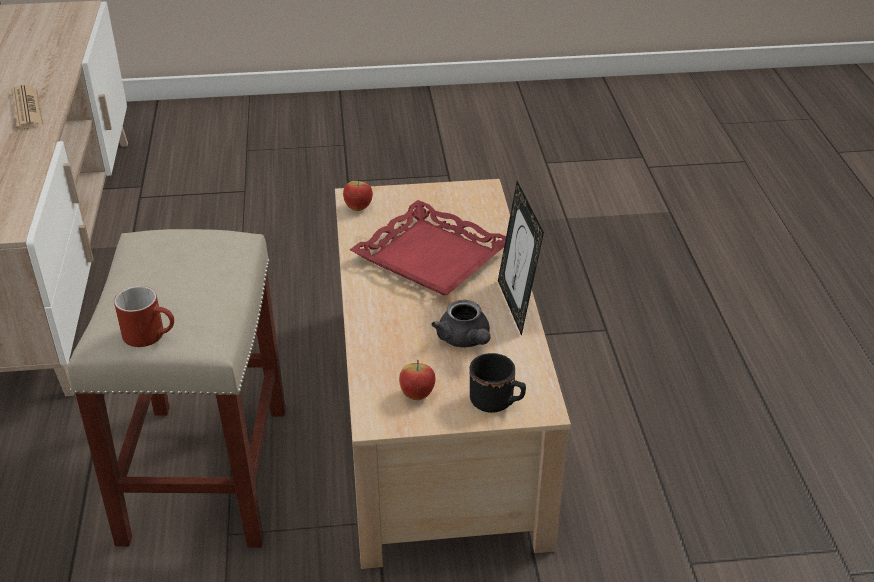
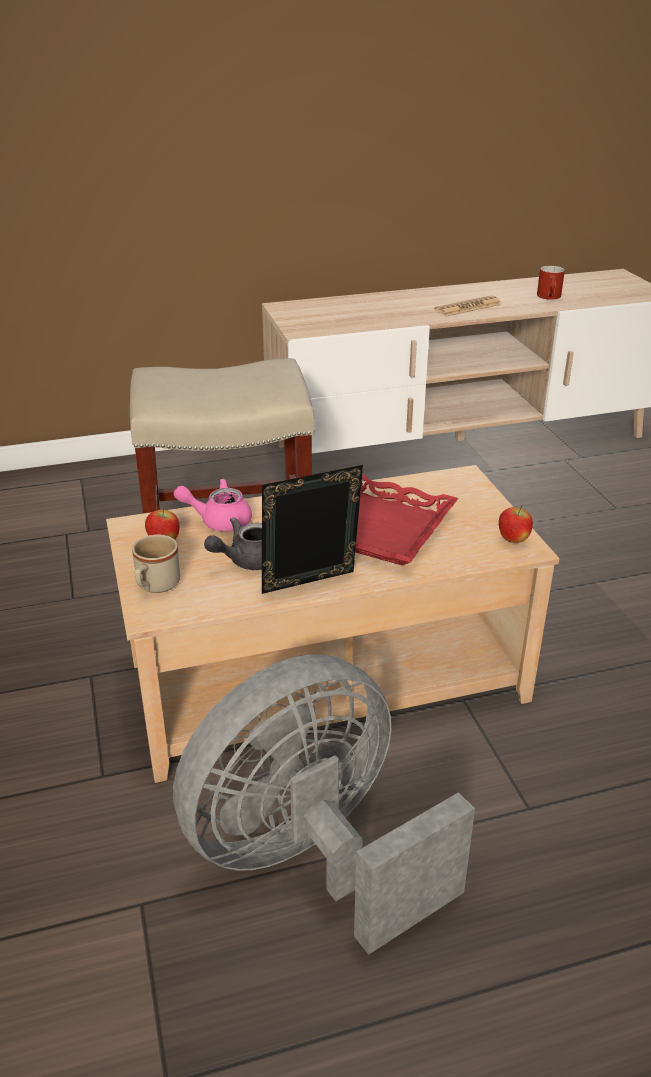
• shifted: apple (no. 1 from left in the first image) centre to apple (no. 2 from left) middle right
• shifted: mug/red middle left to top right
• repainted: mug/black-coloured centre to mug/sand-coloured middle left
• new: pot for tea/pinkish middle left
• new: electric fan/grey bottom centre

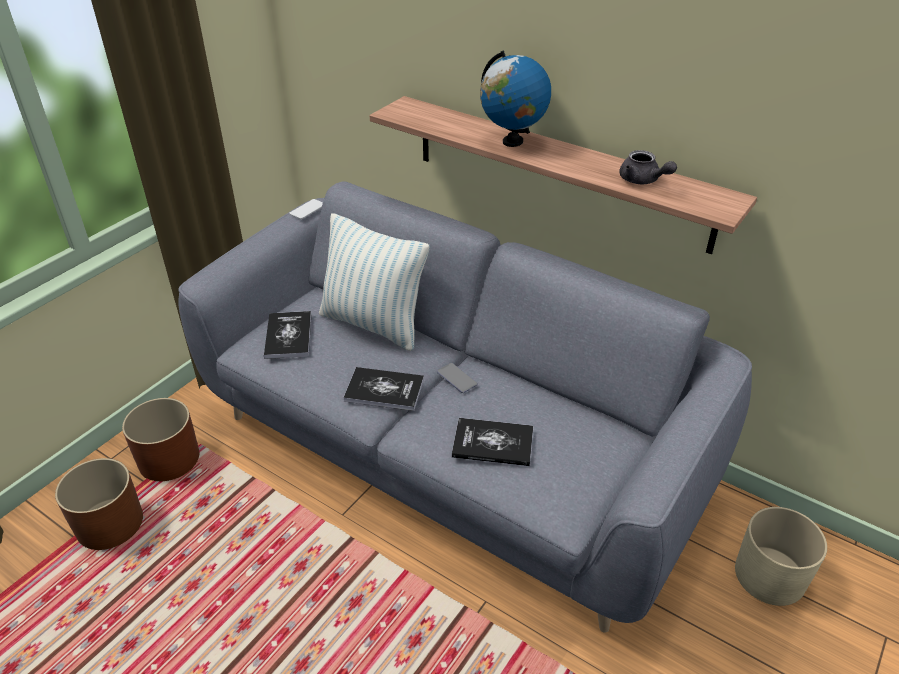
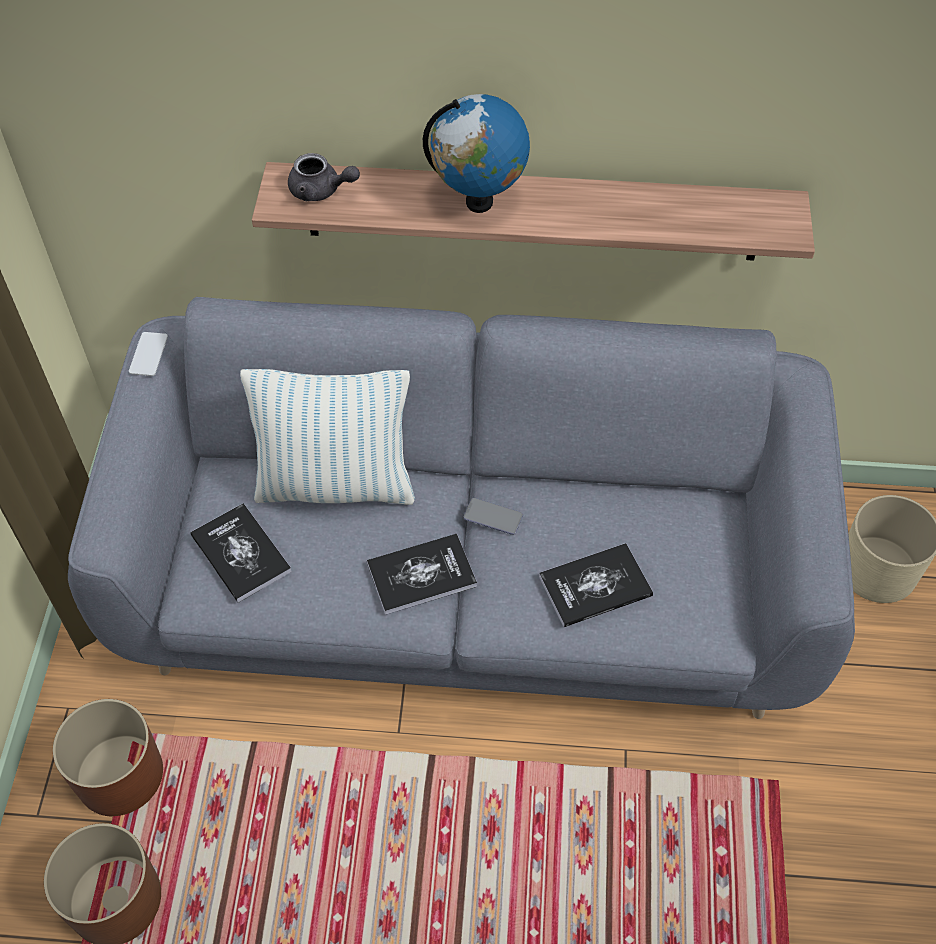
• shifted: pot for tea/grey top right to top centre

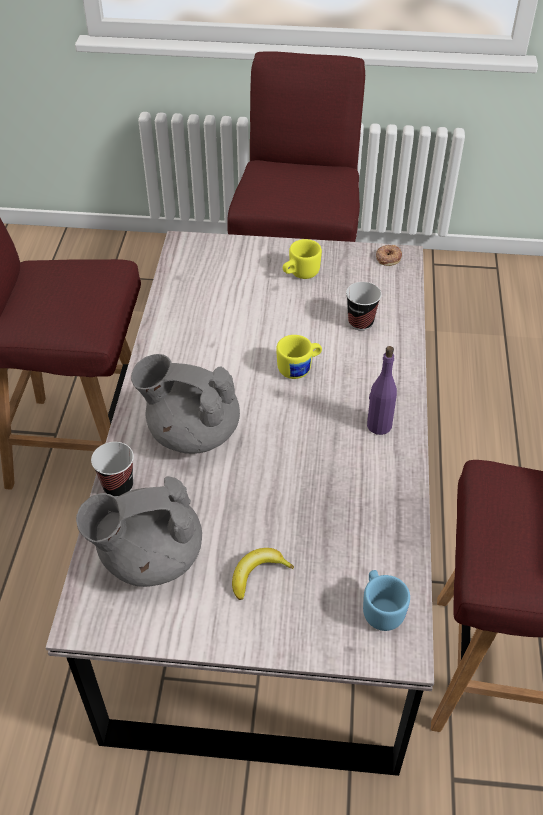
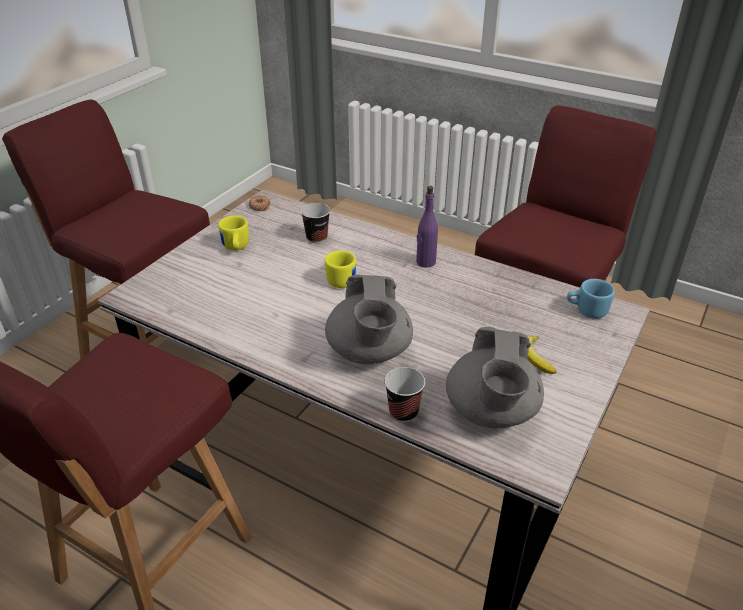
• rotated: pot for tea/grey (no. 2 from left in the first image) centre = centre 45 degrees counterclockwise

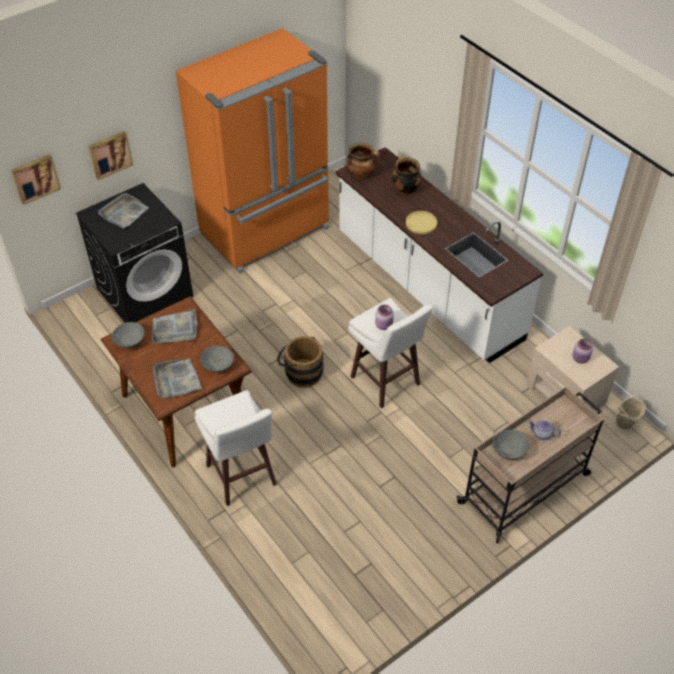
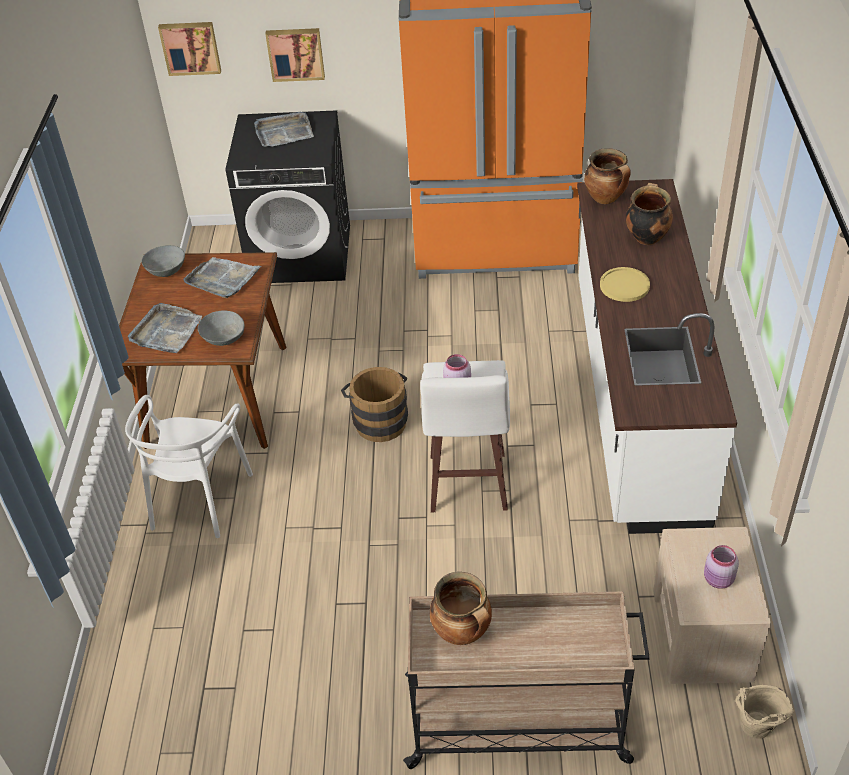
• swapped: sitting stool/white (no. 1 from left) centre to plain chair/white middle left
• gone: pot for tea middle right
• swapped: serving bowl/grey (no. 3 from left) middle right to cooking pot (no. 1 from left) bottom centre

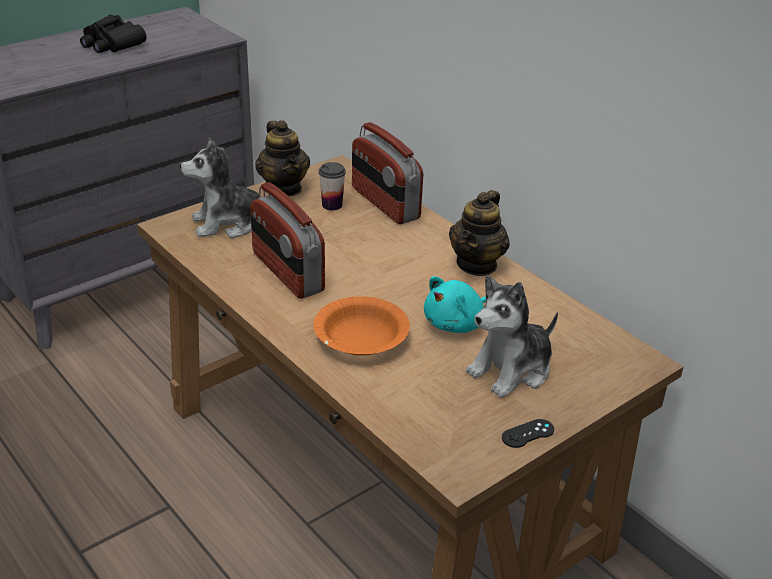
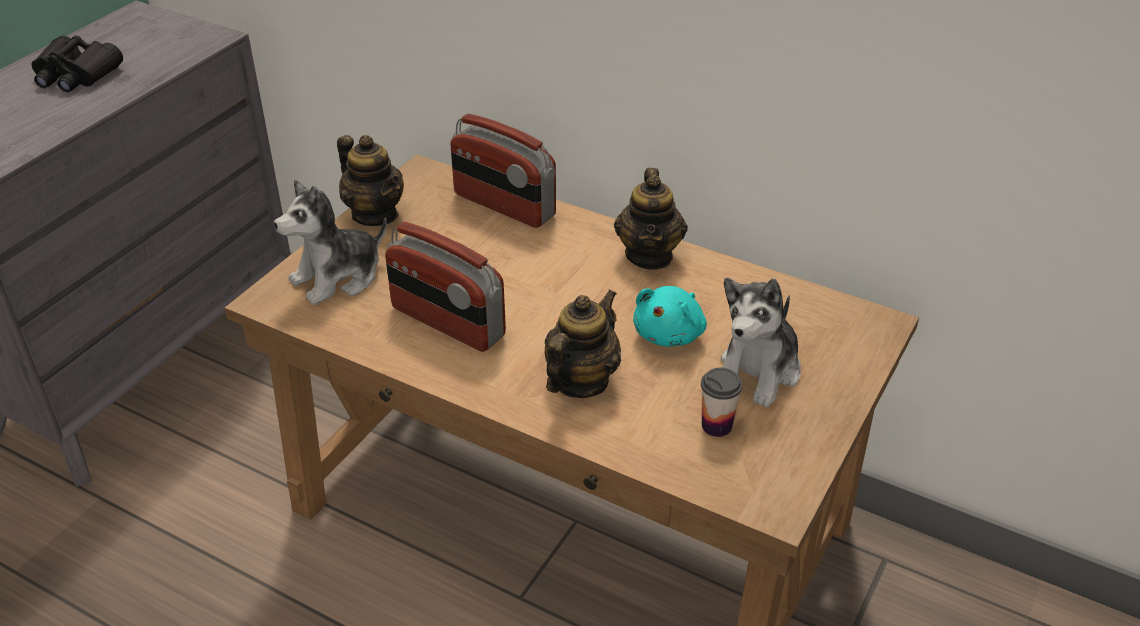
• shifted: drinking cup top centre to centre
• swapped: serving bowl/orangey centre to pot for tea (no. 2 from left) centre
• gone: joypad/black-coloured bottom right

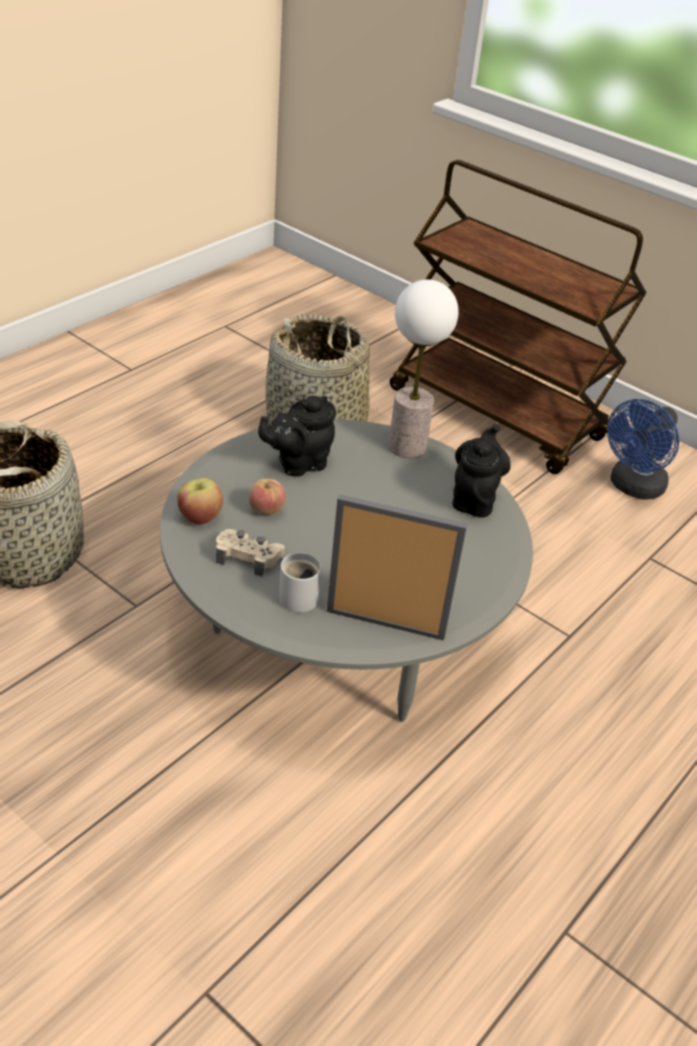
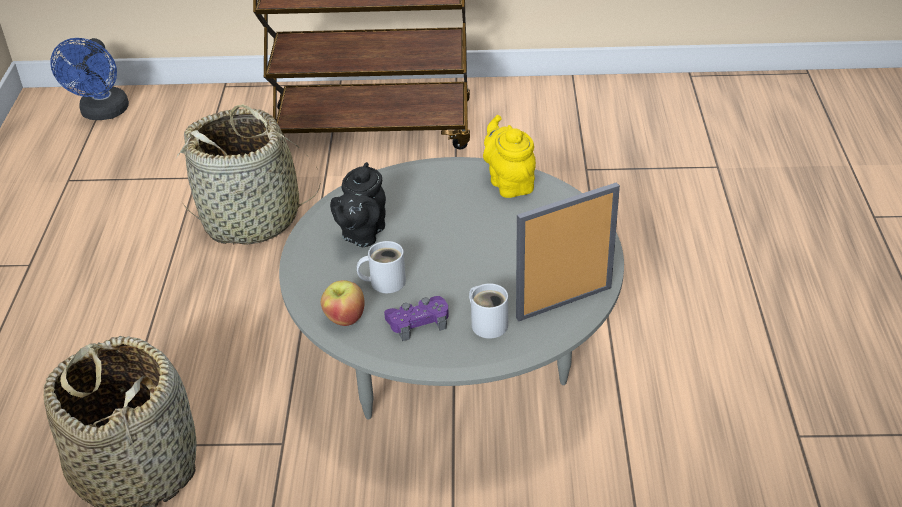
• gone: lamp for a table centre
• shifted: electric fan/blue-coloured middle right to top left
• repainted: pot for tea/black-coloured (no. 2 from left) middle right to pot for tea/yellowish top centre
• swapped: apple (no. 2 from left) centre to mug/white (no. 1 from left) centre
• repainted: joypad/sand-coloured centre to joypad/purple-coloured centre

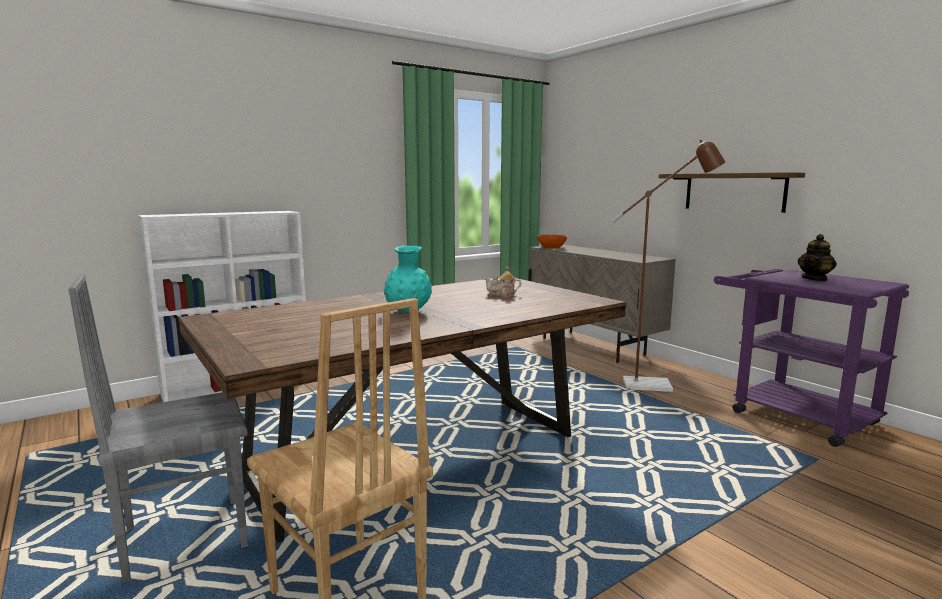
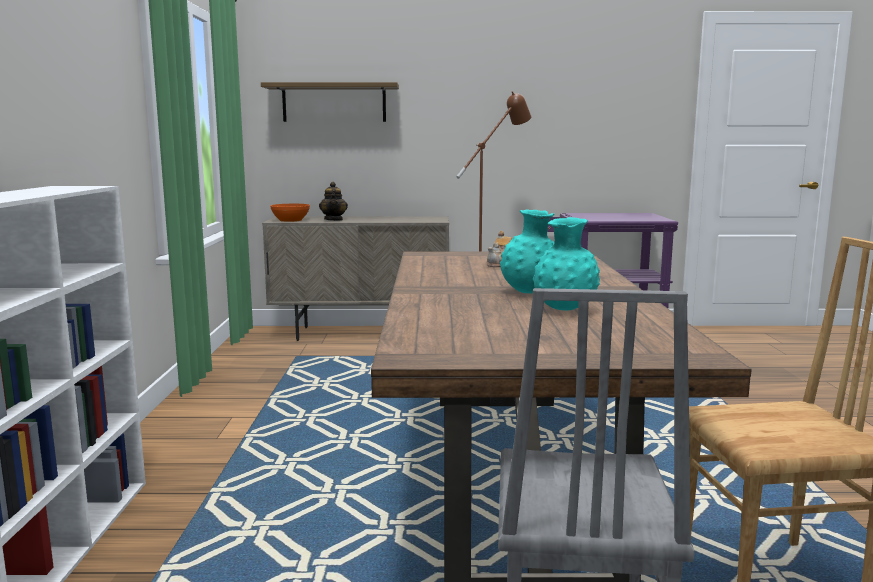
• shifted: shelf top right to top centre
• shifted: pot for tea (no. 2 from left in the first image) middle right to pot for tea (no. 1 from left) centre
• new: decorative vase/turquoise (no. 2 from left) centre

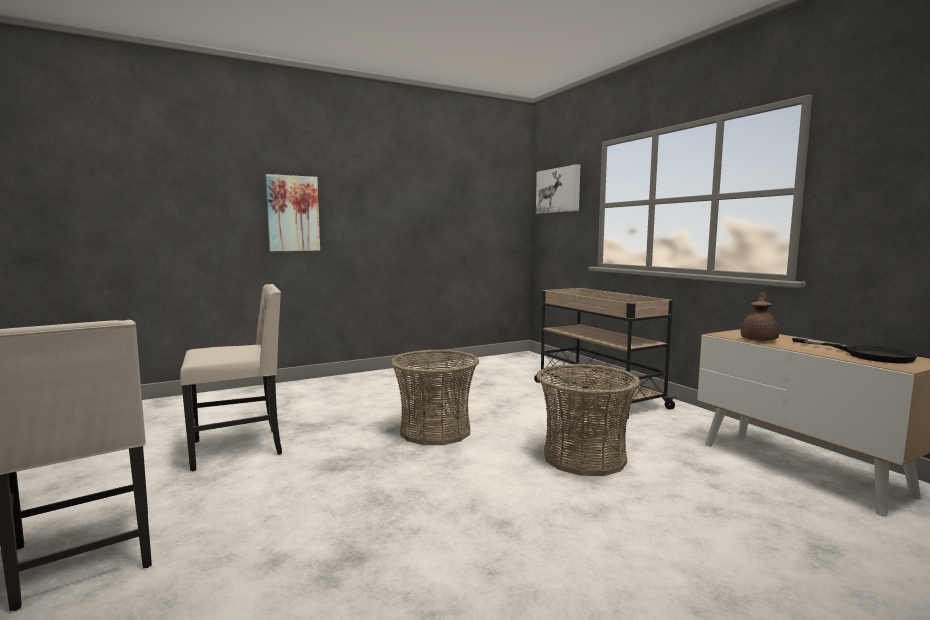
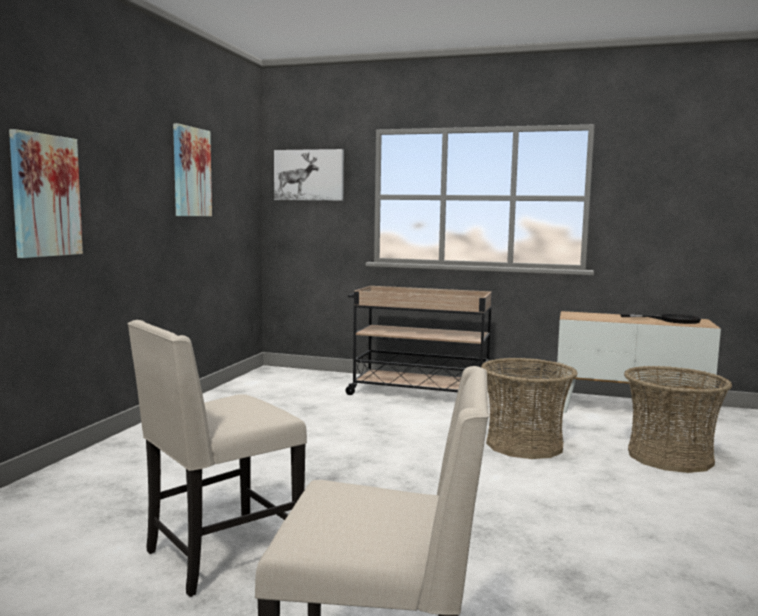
• rotated: plain chair/sand-coloured (no. 2 from left in the first image) middle left = bottom left 150 degrees counterclockwise
• gone: pot for tea/brownish middle right
• shifted: storage basket (no. 1 from left in the first image) centre to storage basket (no. 2 from left) bottom right
• new: wall picture (no. 2 from left) top left

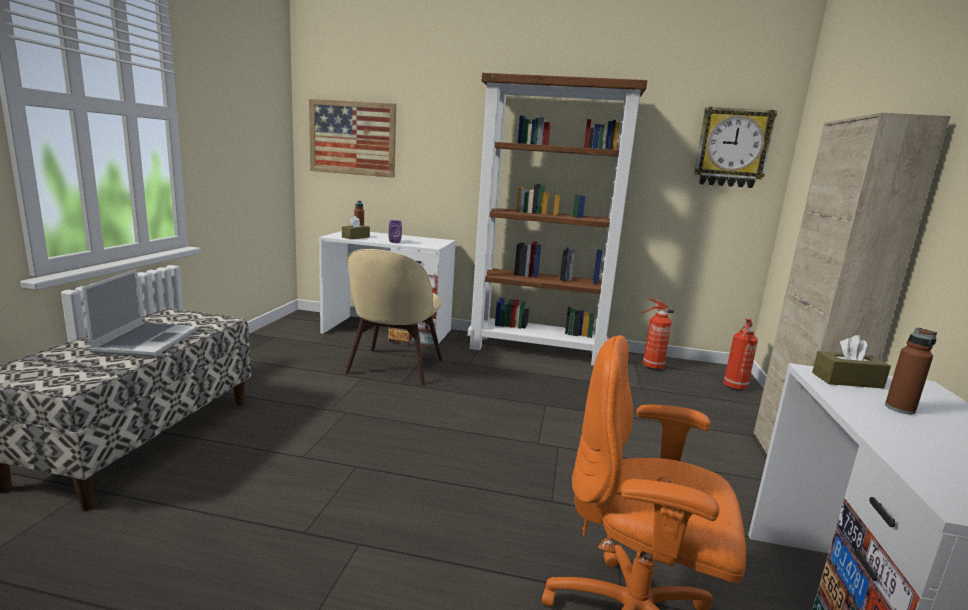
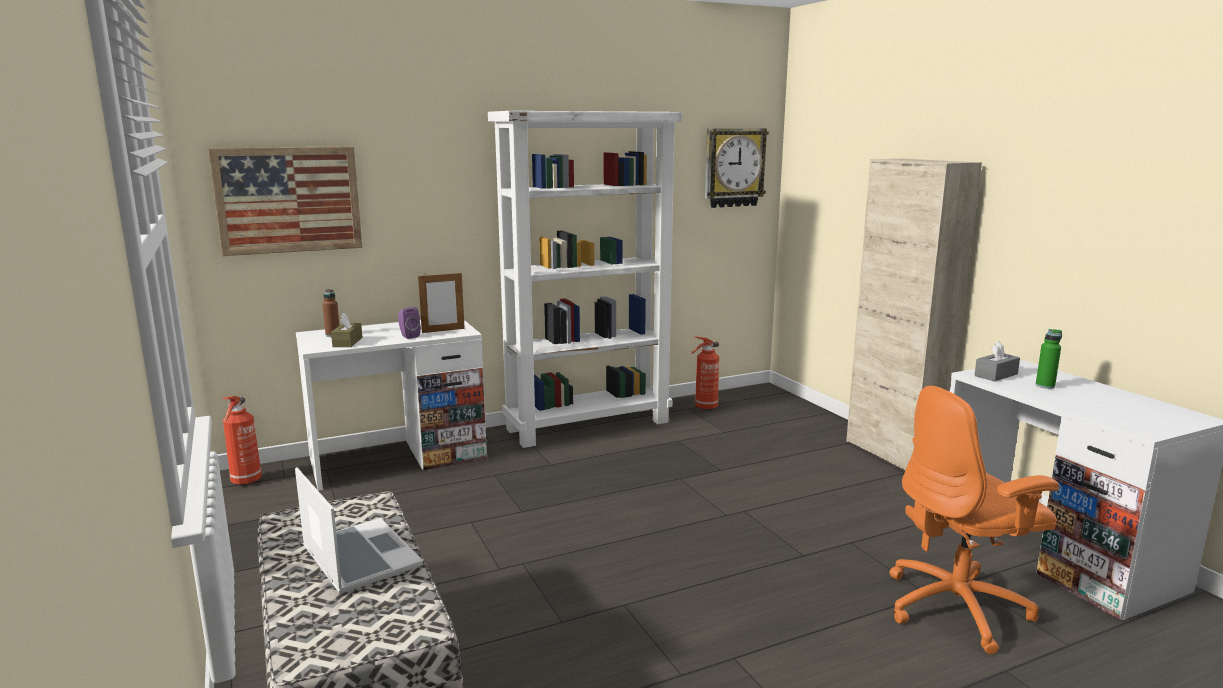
• repainted: bookcase/brownish centre to bookcase/white centre
• gone: plain chair/sand-coloured centre
• shifted: fire extinguisher (no. 2 from left in the first image) middle right to fire extinguisher (no. 1 from left) middle left
• repainted: drink bottle/brownish (no. 2 from left) middle right to drink bottle/greenish middle right
• repainted: tissue box/brownish (no. 2 from left) middle right to tissue box/grey middle right
• new: photo frame centre

